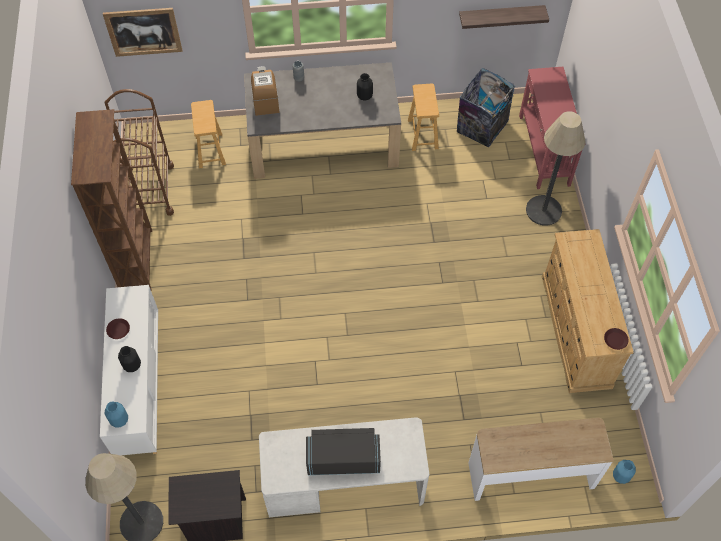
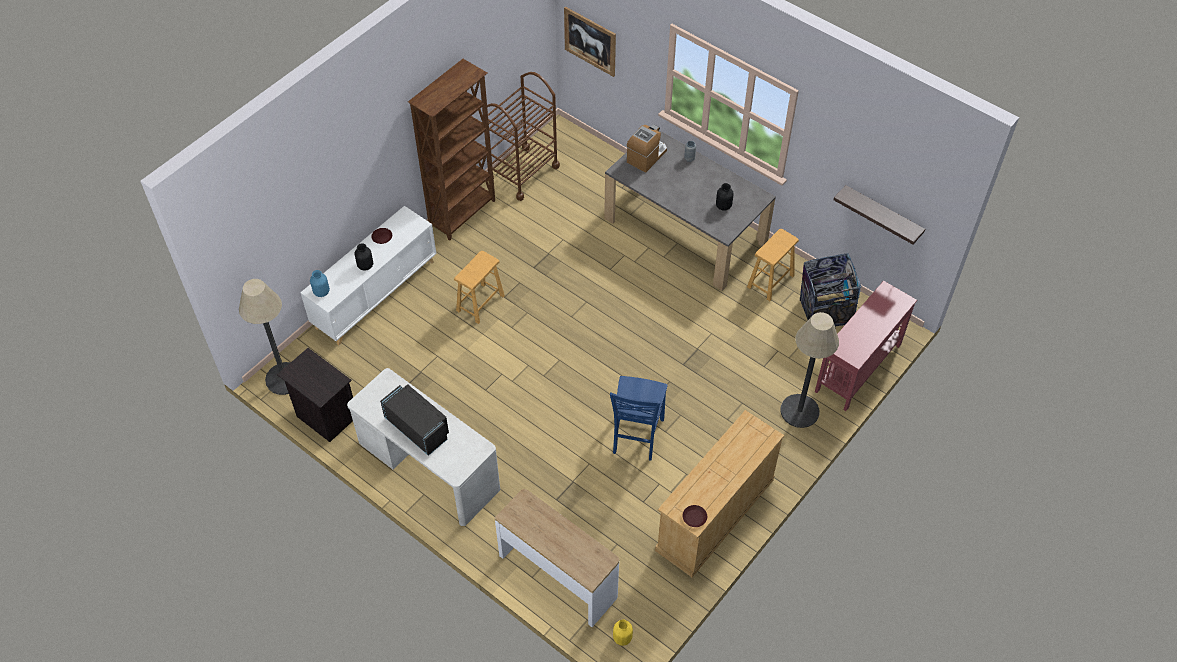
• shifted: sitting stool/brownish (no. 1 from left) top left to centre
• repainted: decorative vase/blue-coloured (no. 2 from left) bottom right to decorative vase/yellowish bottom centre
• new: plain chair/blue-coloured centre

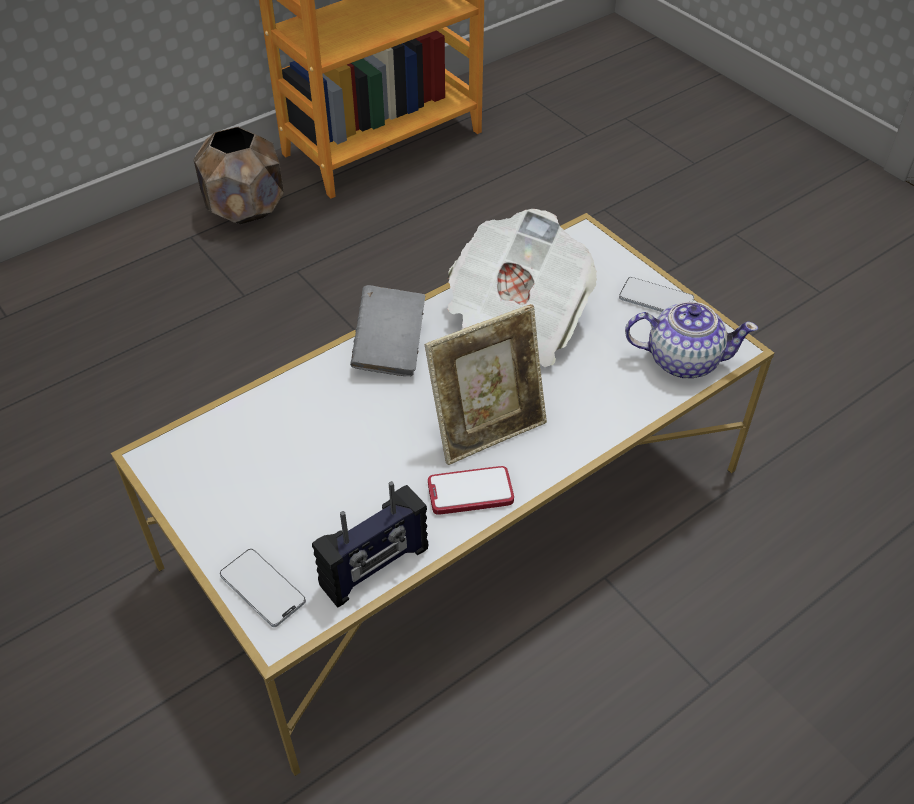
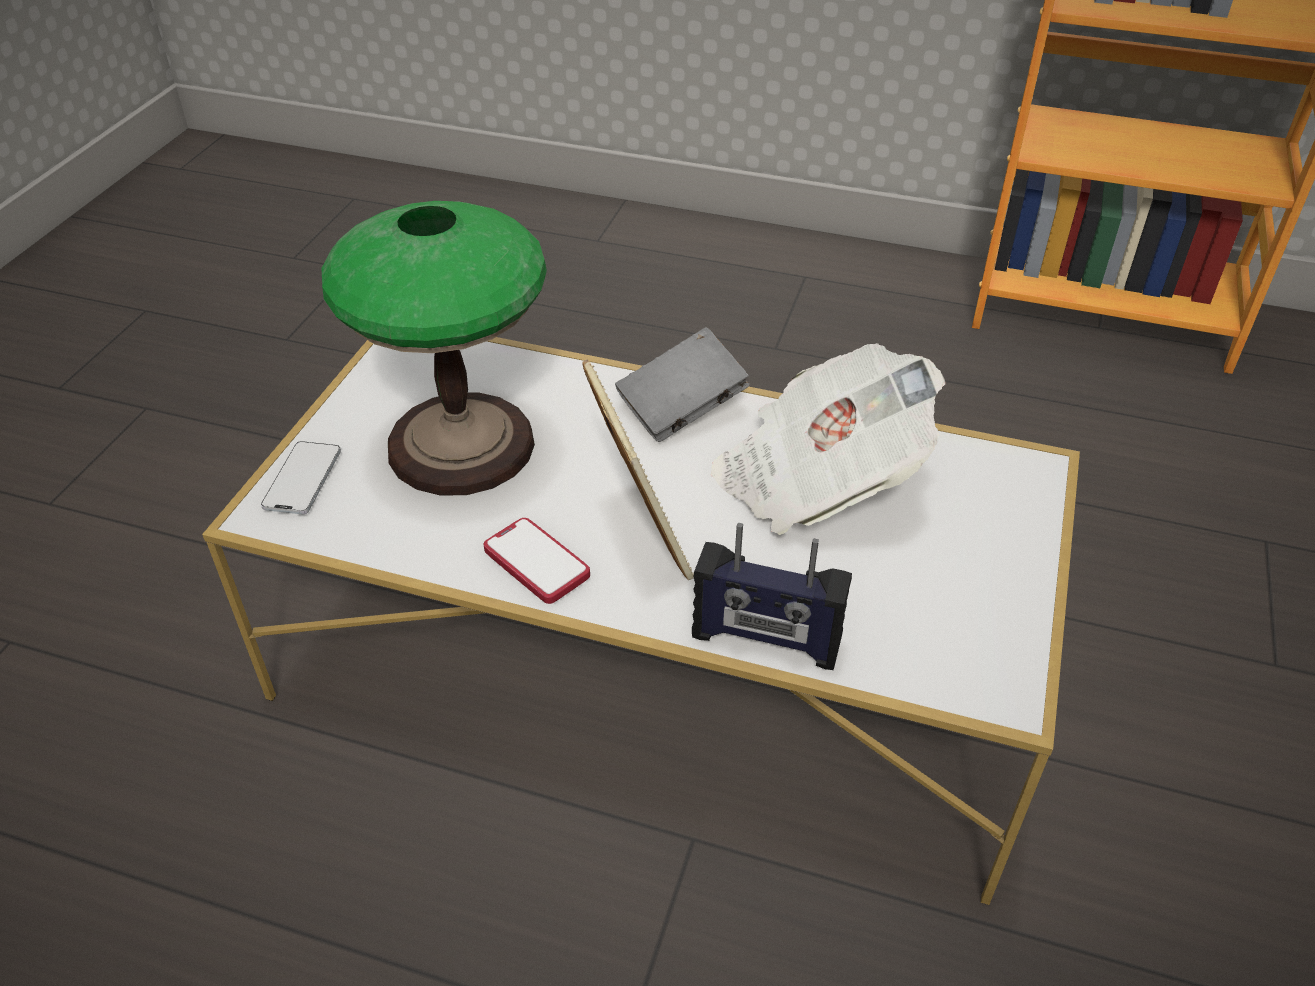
• gone: flower pot/brownish top left
• gone: phone (no. 3 from left) middle right
• gone: pot for tea middle right
• rotated: photo frame centre = centre 135 degrees counterclockwise
• shifted: radio receiver bottom centre to centre
• new: lamp for a table middle left

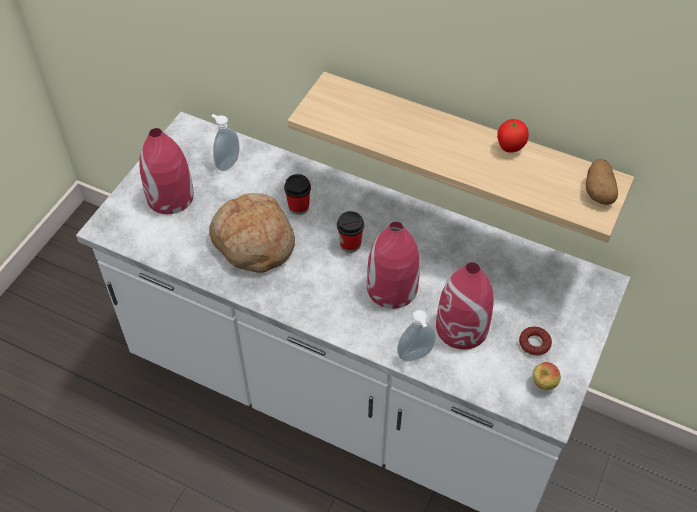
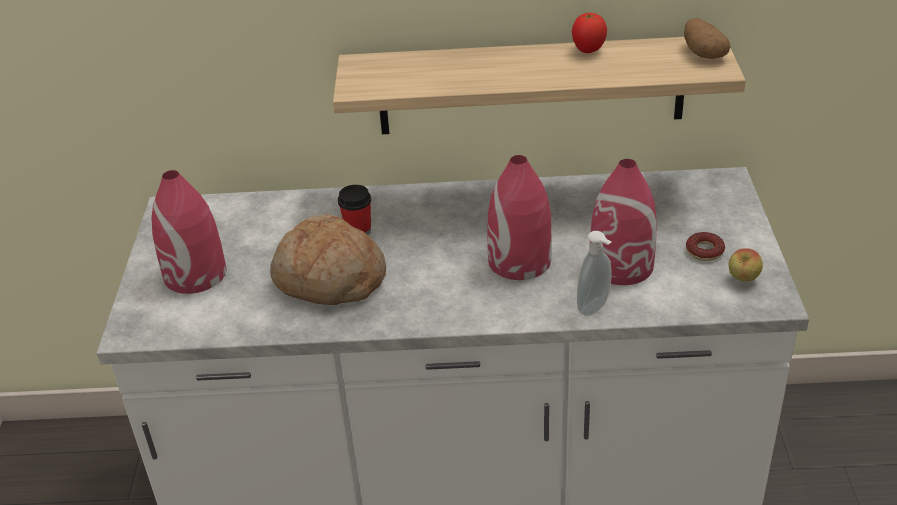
• gone: liquid soap bottle (no. 1 from left) top left
• gone: drinking cup (no. 2 from left) centre

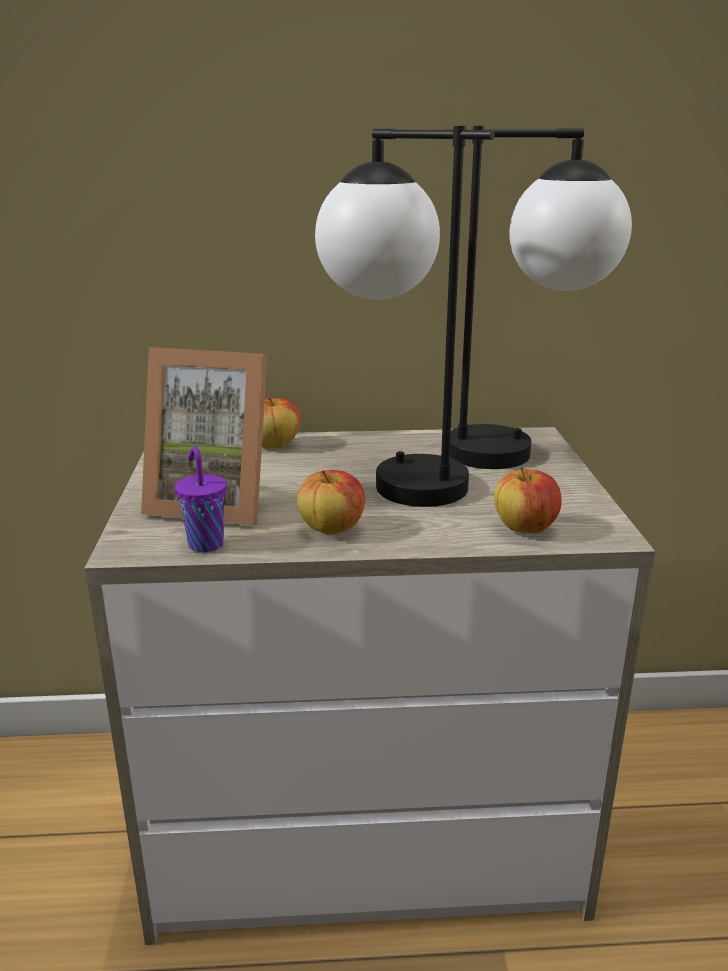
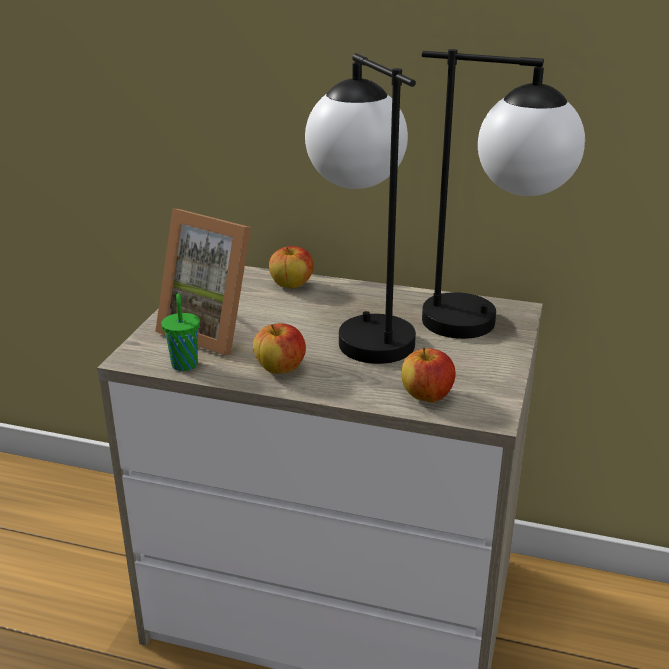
• repainted: drinking cup/purple-coloured middle left to drinking cup/greenish middle left

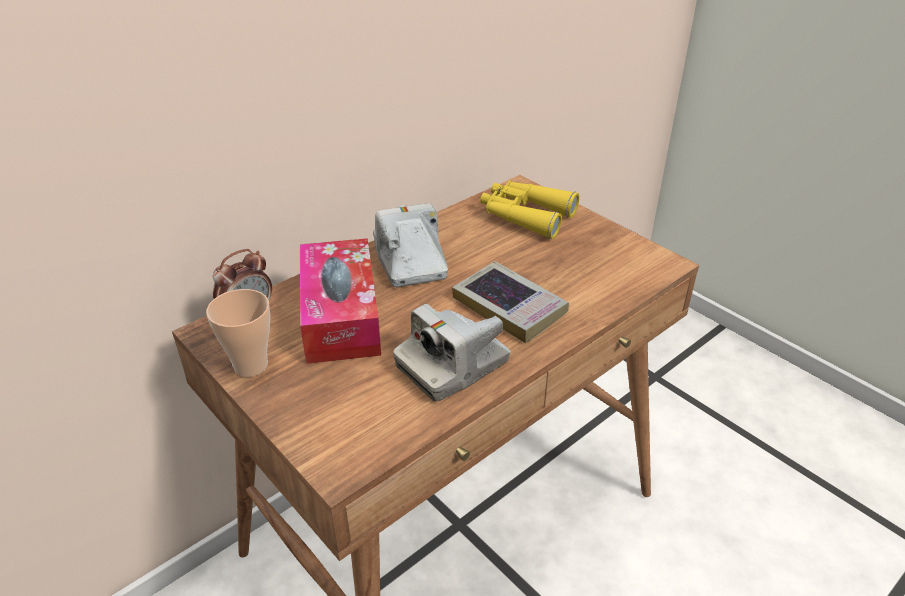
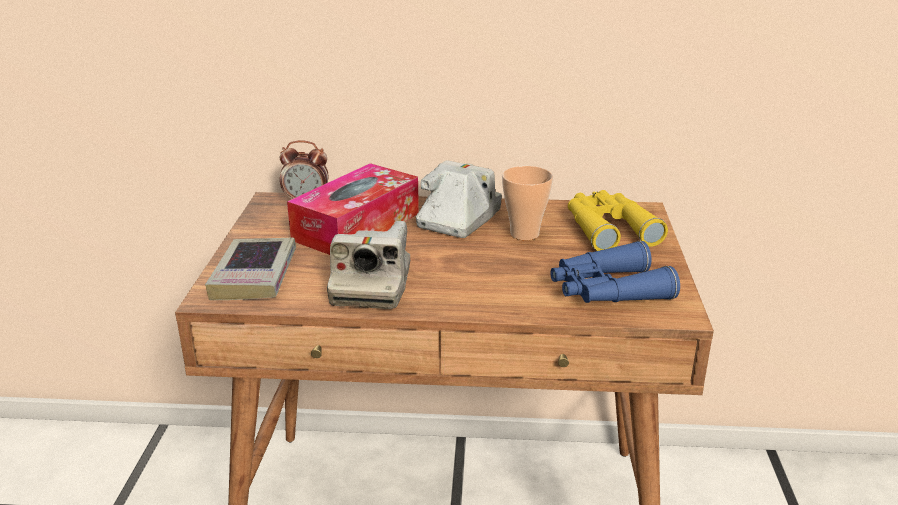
• shifted: book centre to middle left
• shifted: drinking cup middle left to centre
• rotated: still camera (no. 2 from left in the first image) centre = centre 90 degrees counterclockwise
• new: binoculars/blue-coloured middle right

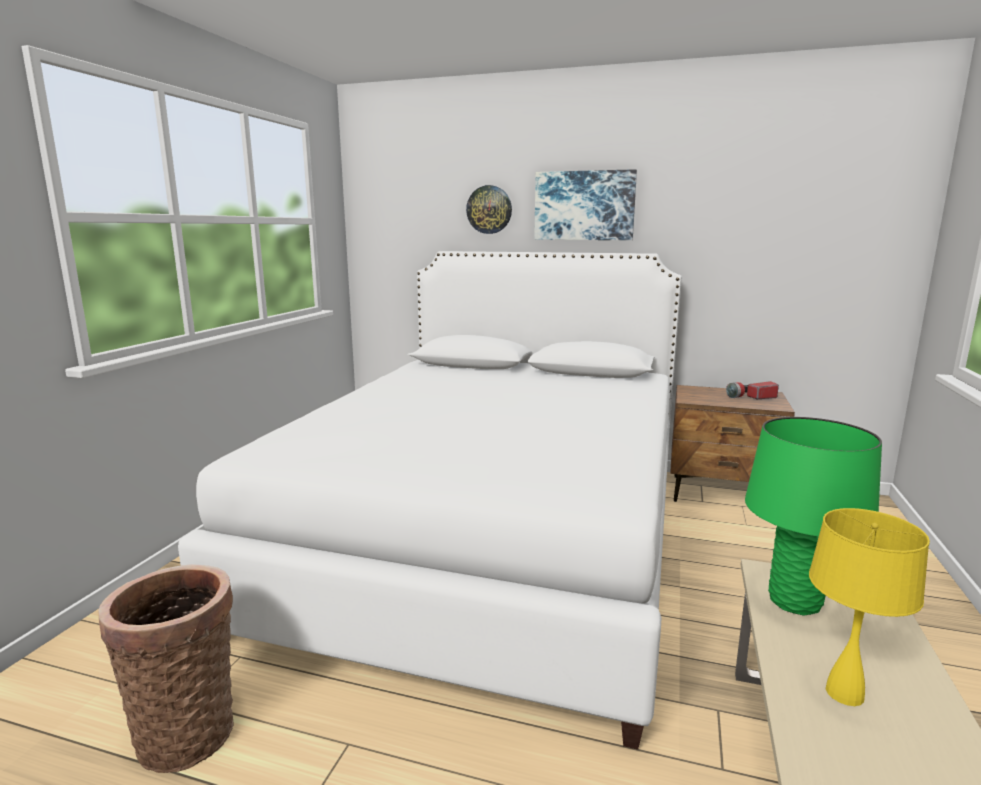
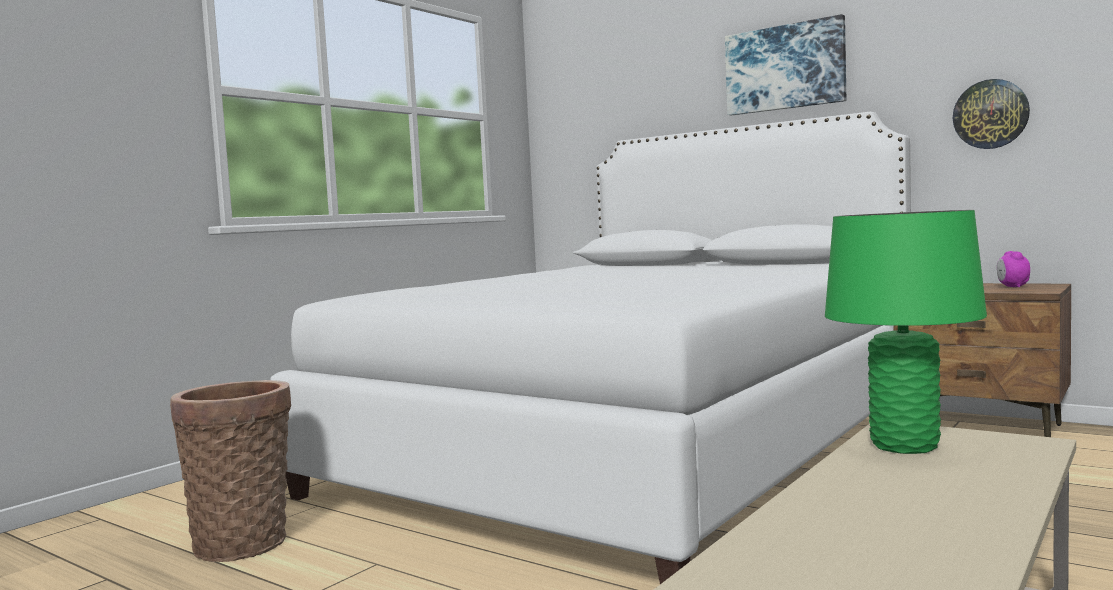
• shifted: wall clock top centre to top right
• swapped: flashlight middle right to alarm clock middle right
• gone: lamp for a table/yellowish bottom right

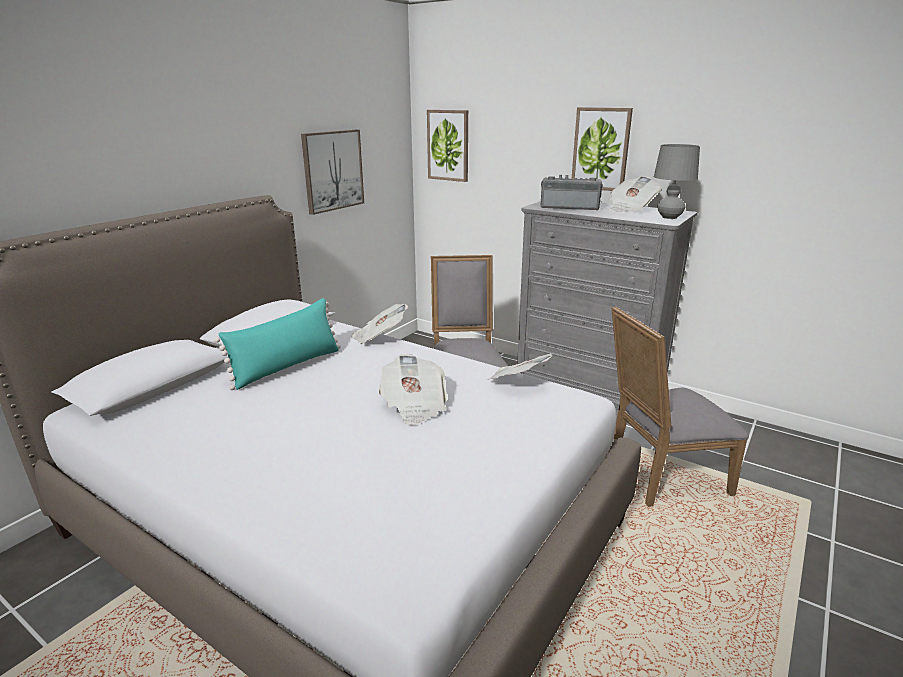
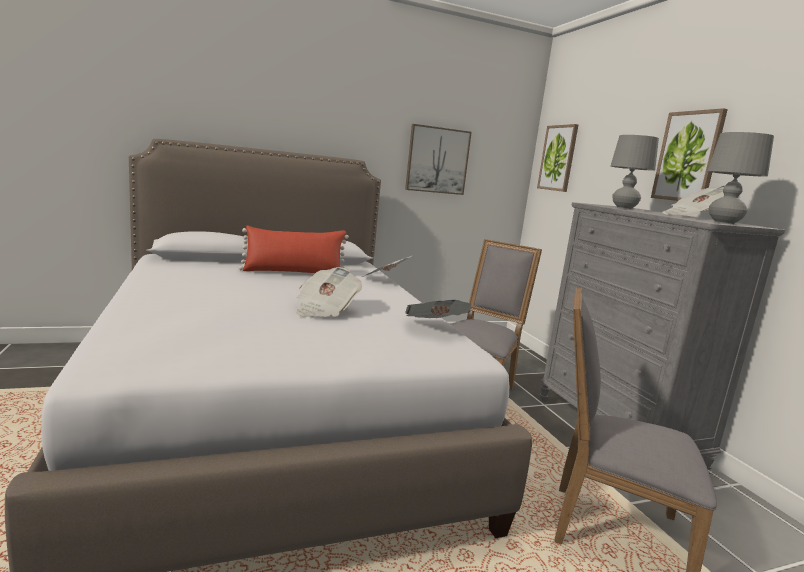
• swapped: radio receiver top centre to lamp for a table/grey (no. 1 from left) top right
• repainted: throw pillow/turquoise middle left to throw pillow/red centre

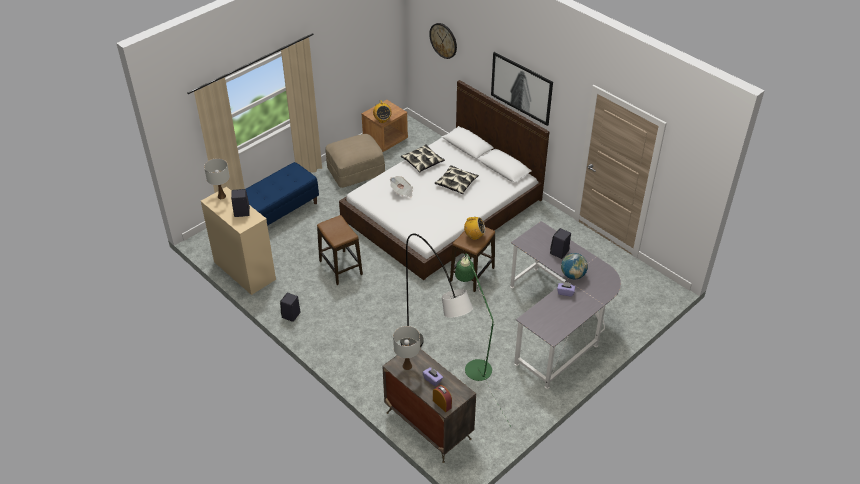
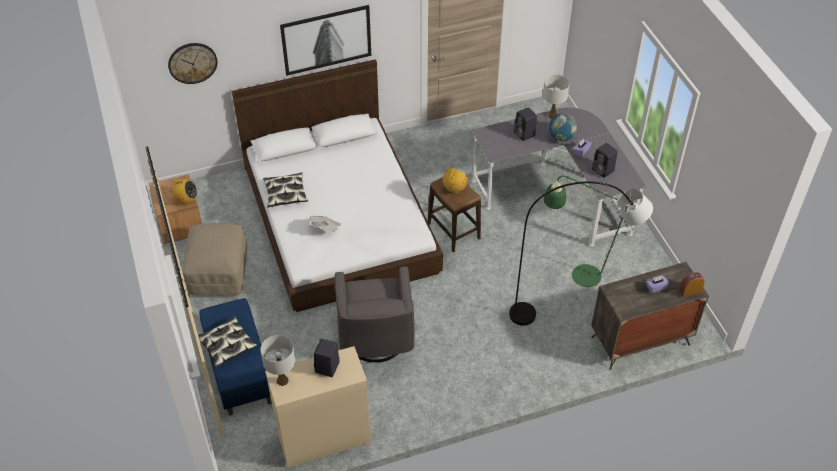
• shifted: throw pillow (no. 2 from left in the first image) centre to throw pillow (no. 1 from left) bottom left
• swapped: sitting stool (no. 1 from left) centre to armchair/grey bottom centre
• shifted: audio speaker/black-coloured (no. 2 from left in the first image) centre to audio speaker/black-coloured (no. 3 from left) middle right
• shifted: lamp for a table/white (no. 2 from left) bottom centre to top centre

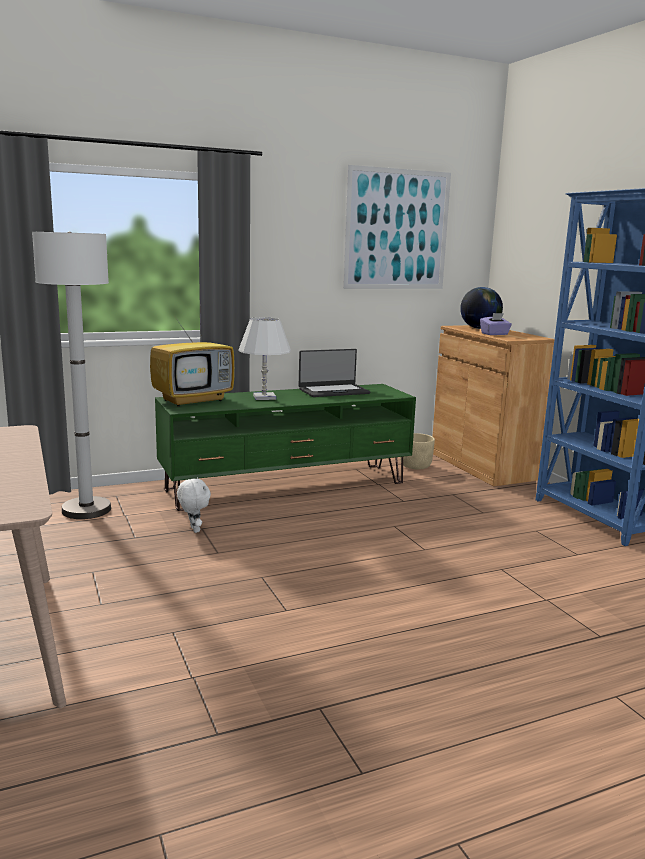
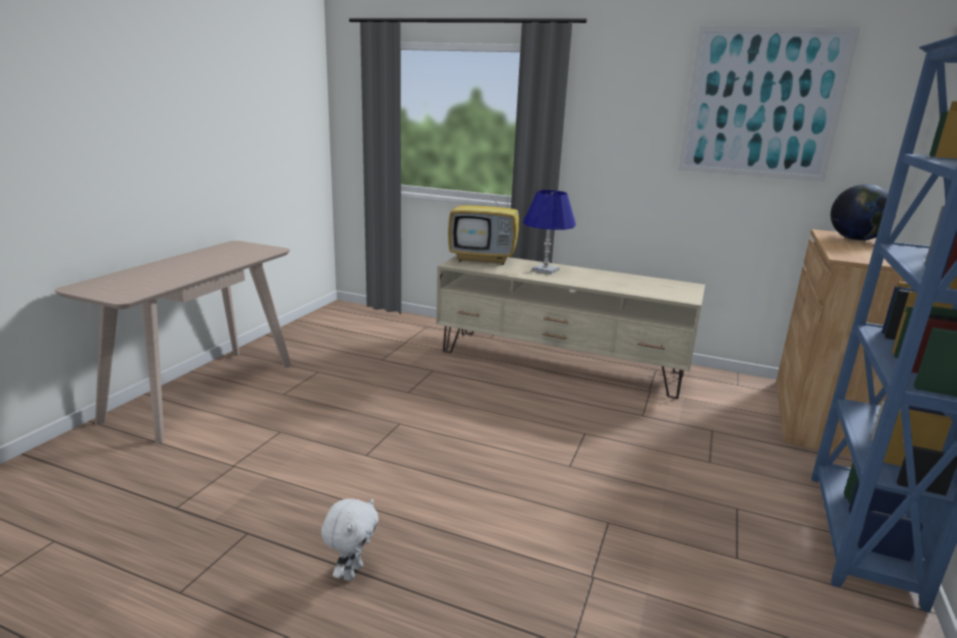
• gone: floor lamp/white middle left
• gone: tissue box/purple-coloured middle right
• repainted: lamp for a table/white centre to lamp for a table/blue-coloured centre
• gone: portable computer centre
• repainted: media console/greenish centre to media console/sand-coloured centre
• gone: flower pot/sand-coloured centre
• shifted: plush toy/white middle left to bottom centre

